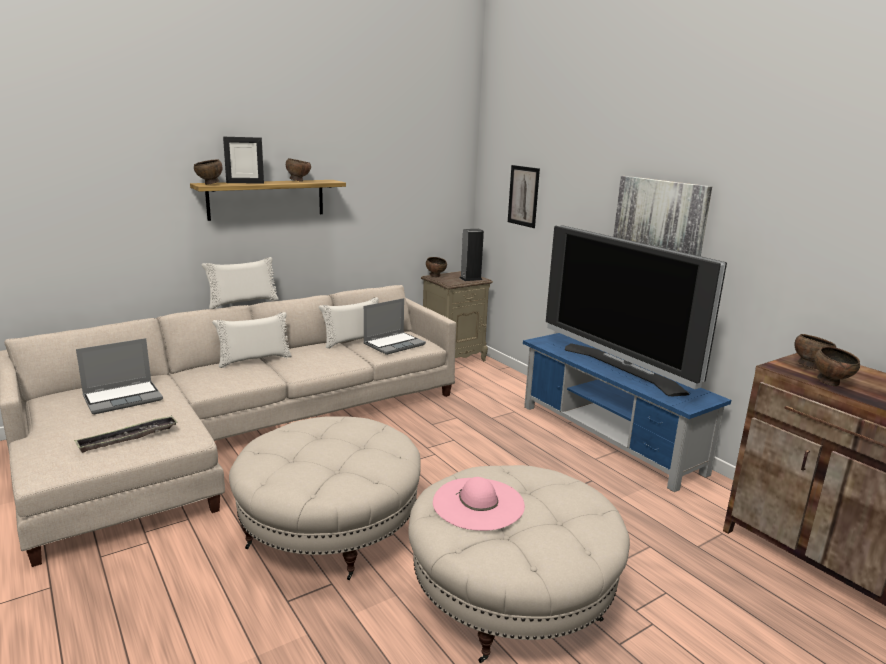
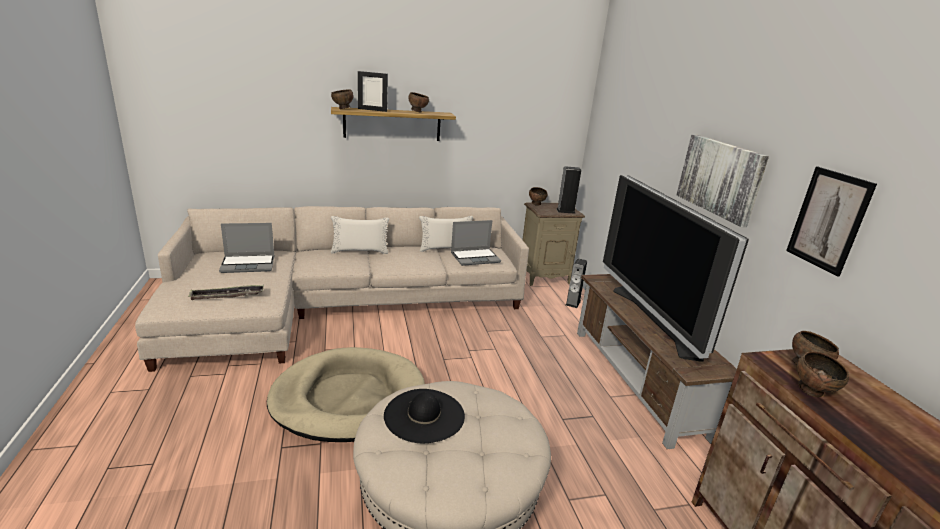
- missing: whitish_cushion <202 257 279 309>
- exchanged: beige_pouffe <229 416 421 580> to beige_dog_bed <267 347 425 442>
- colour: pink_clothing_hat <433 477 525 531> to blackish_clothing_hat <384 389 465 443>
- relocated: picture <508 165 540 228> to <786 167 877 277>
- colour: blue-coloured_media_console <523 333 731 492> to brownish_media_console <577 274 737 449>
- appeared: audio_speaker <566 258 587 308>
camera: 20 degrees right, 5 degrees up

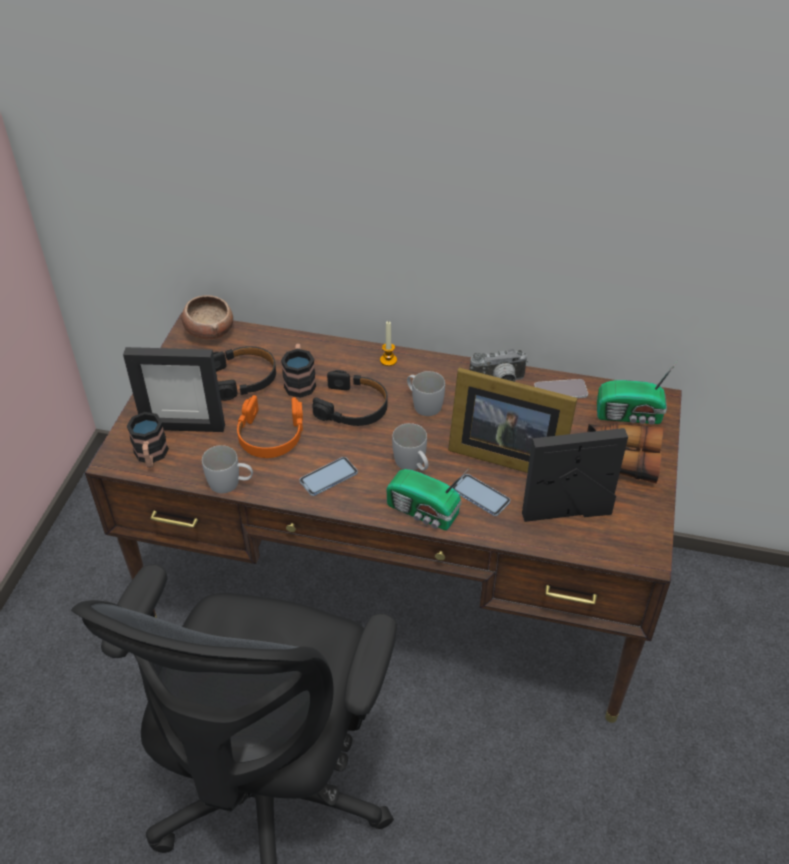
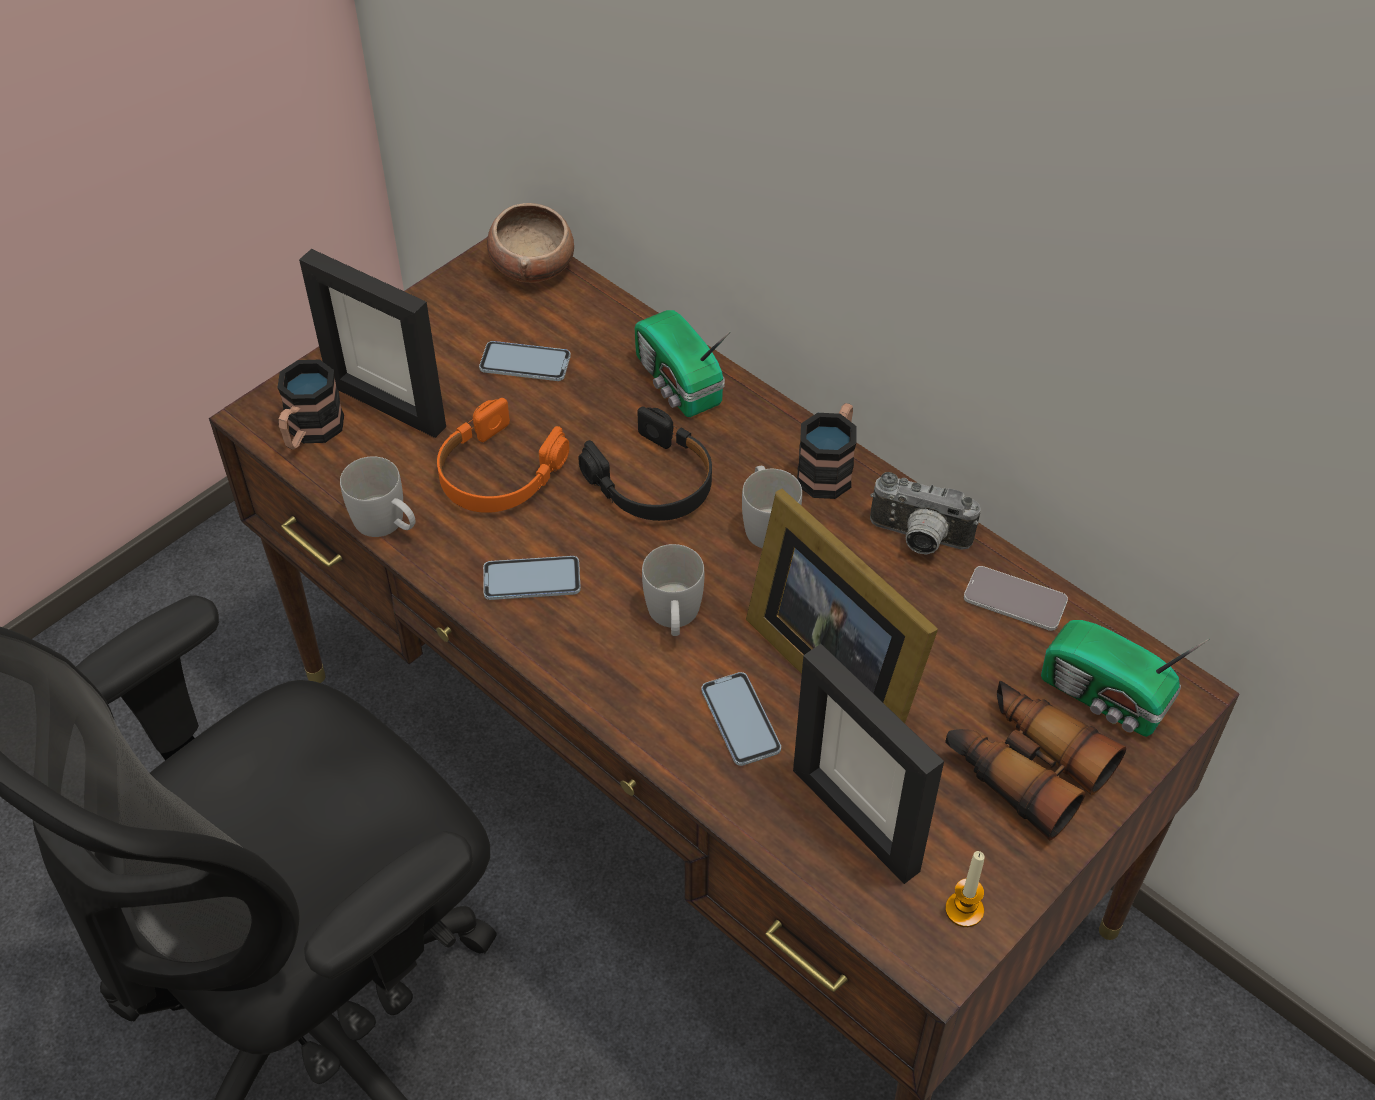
- exchanged: blackish_pair_of_headphones <213 346 276 401> to telephone <479 341 571 381>
- relocated: tea_mug <281 343 316 398> to <797 403 857 499>
- relocated: candle <380 321 397 366> to <945 851 985 927>
- relocated: radio_set <386 469 469 530> to <634 310 731 417>
- spun: standing_frame <522 428 628 522> = <793 644 944 884> 150 degrees counterclockwise
camera: 30 degrees right, 5 degrees up

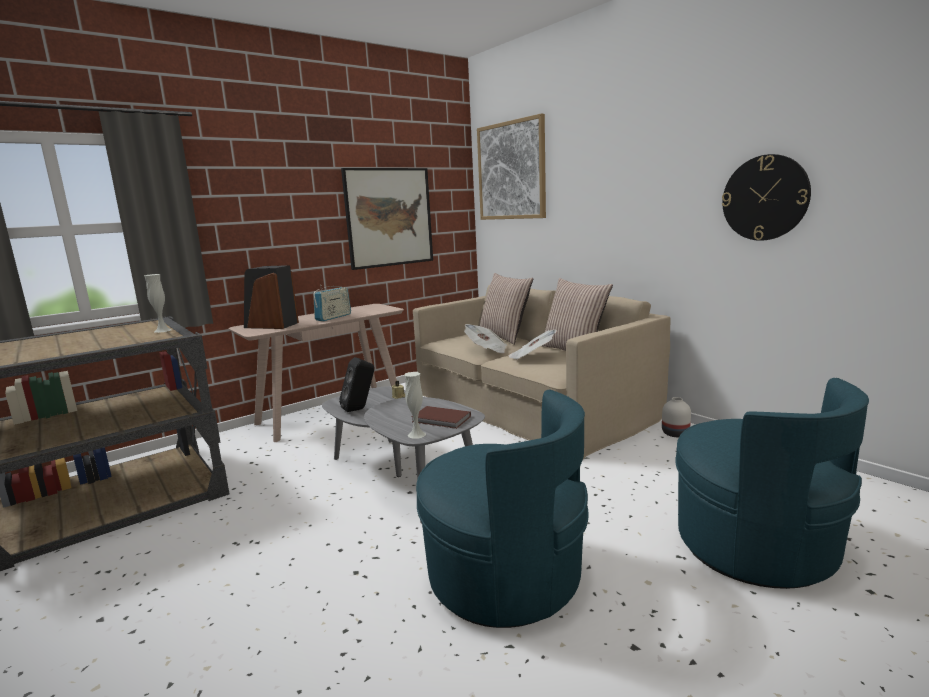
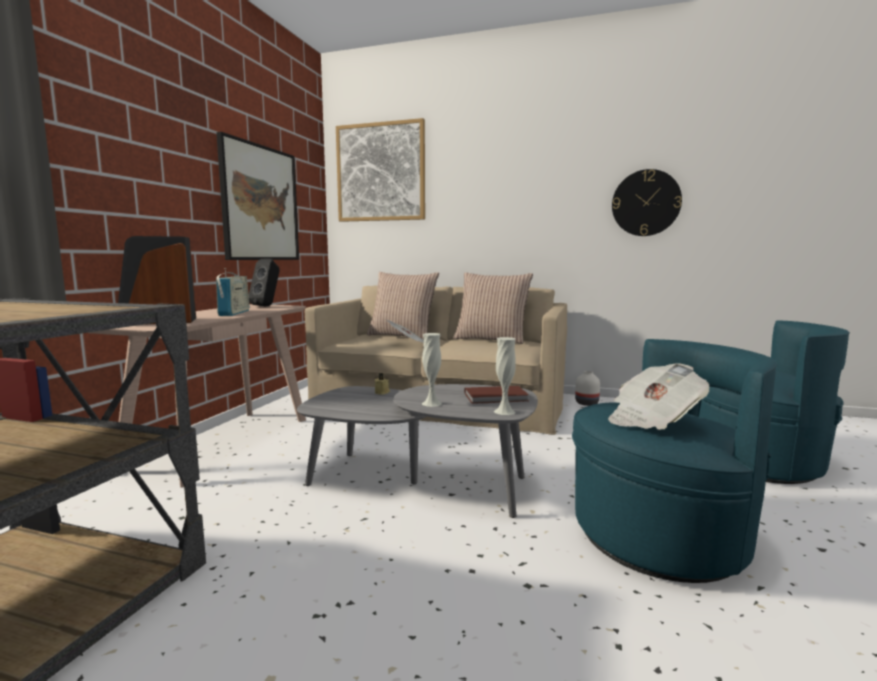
- relocated: whitish_decorative_vase <144 274 171 333> to <422 333 442 407>
- relocated: blackish_audio_speaker <339 357 374 412> to <249 258 280 306>
- relocated: printed_paper <509 329 557 360> to <608 363 710 430>
camera: 35 degrees left, 5 degrees down

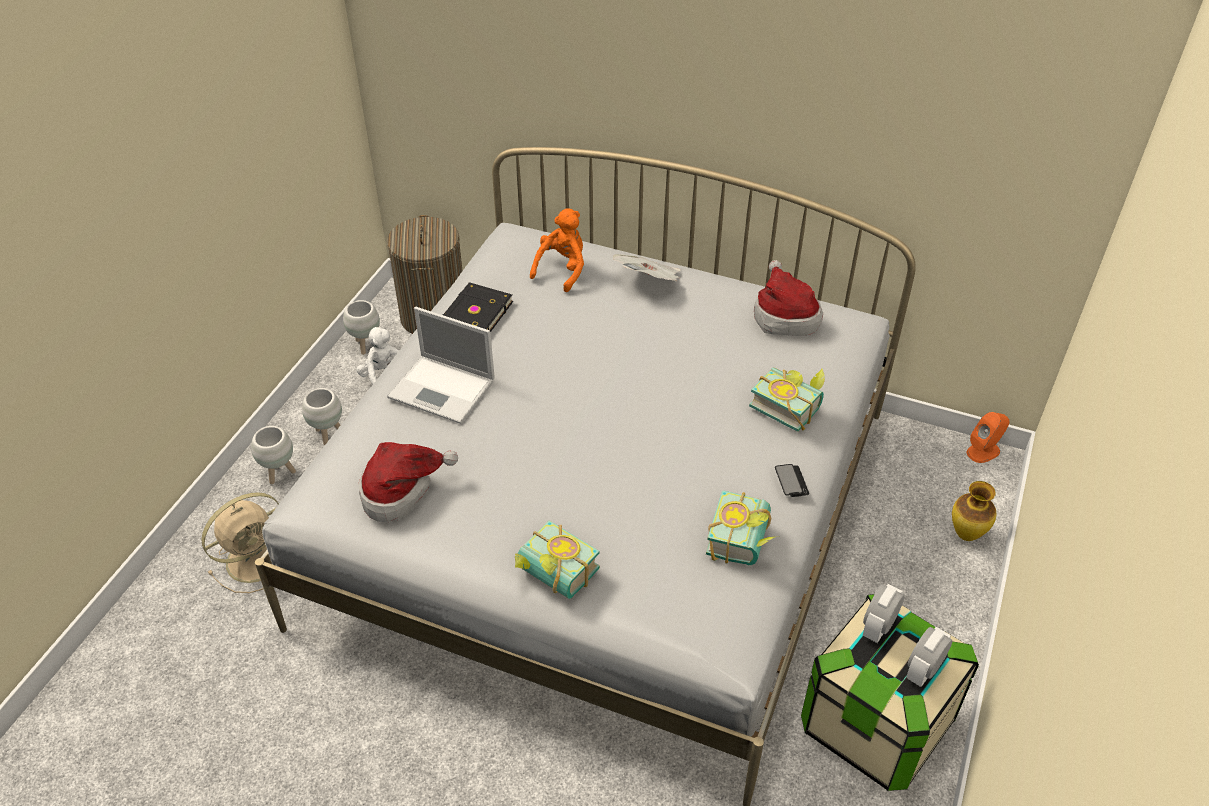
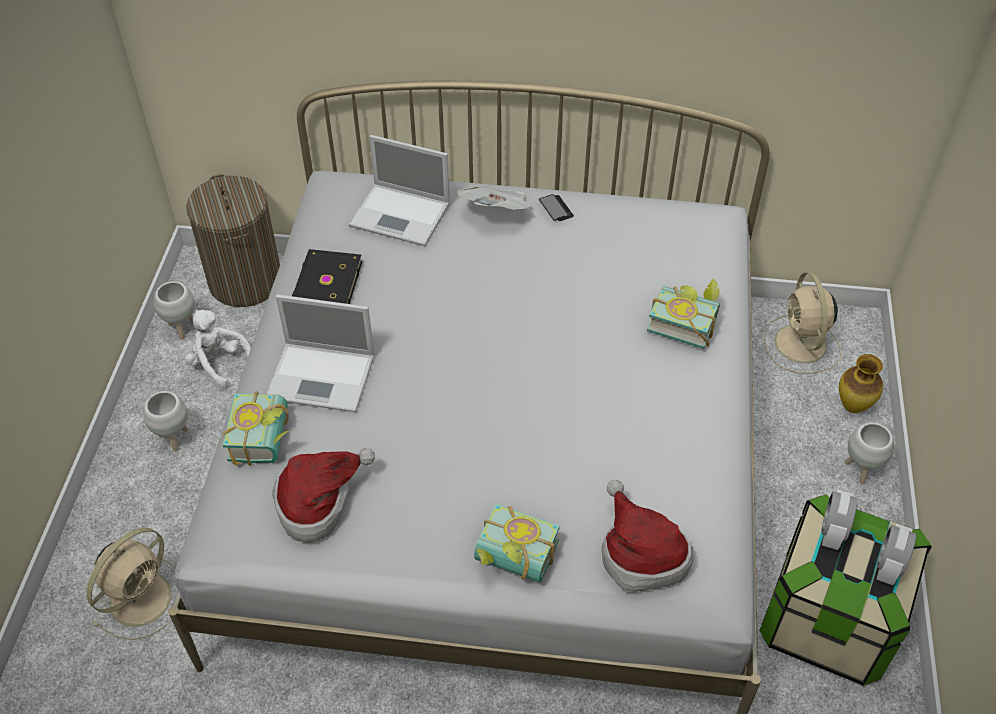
- relocated: whitish_plant_pot <251 426 296 484> to <845 422 894 484>
- exchanged: orange-coloured_plush_toy <530 208 584 292> to notebook_computer <349 135 450 246>
- relocated: book <706 490 775 565> to <223 391 290 466>
- relocated: clothing_hat <754 260 823 336> to <602 480 694 592>
- relocated: telephone <775 464 809 497> to <539 194 574 221>
- missing: orange-coloured_audio_speaker <966 412 1009 463>
- appeared: beige_fan <764 272 841 374>
camera: 15 degrees left, 5 degrees up

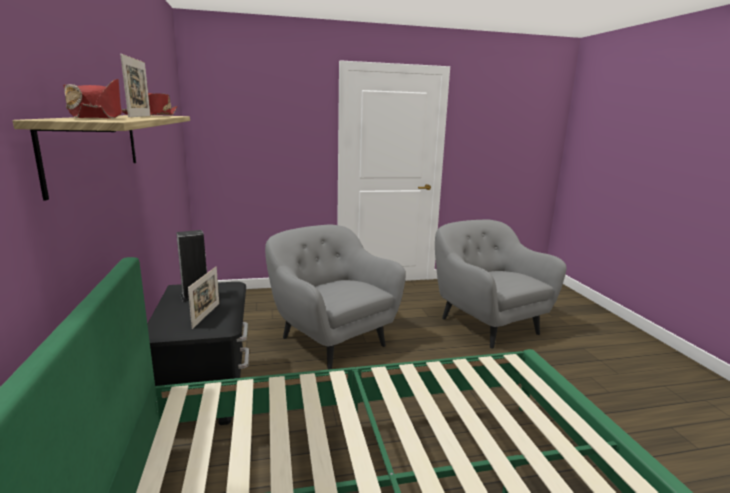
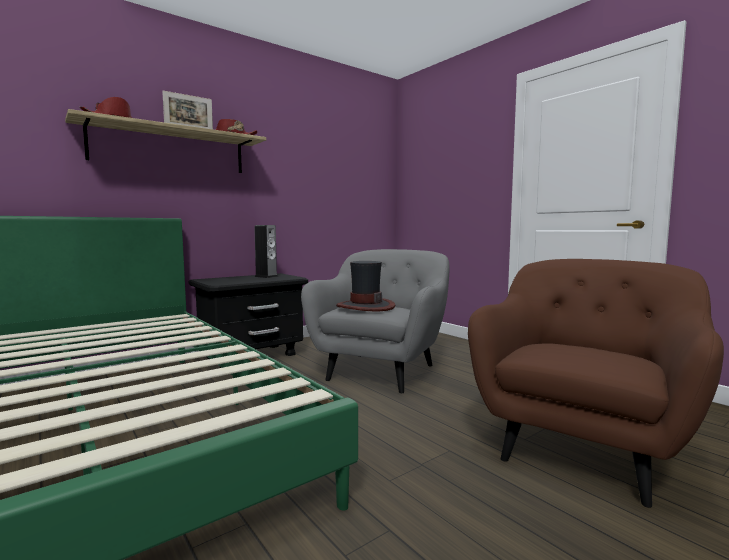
- missing: standing_frame <188 267 219 329>
- colour: gray_easy_chair <435 220 566 349> to brownish_easy_chair <468 259 724 508>
- appeared: clothing_hat <336 261 395 311>
camera: 65 degrees right, 10 degrees down

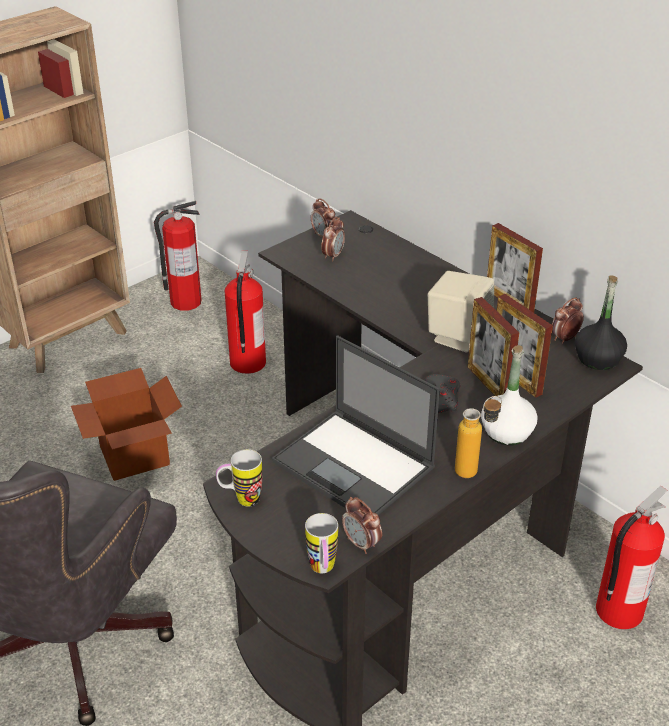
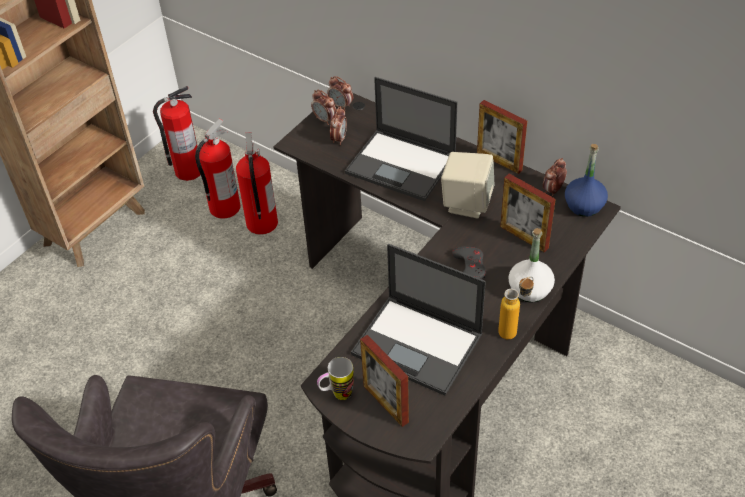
- missing: carton <71 368 182 481>
- missing: tea_mug <305 513 338 573>
- relocated: alarm_clock <342 497 382 554> to <327 76 353 111>
- relocated: standing_frame <468 297 519 396> to <360 335 409 427>
- colour: blackish_bottle <575 275 627 370> to blue-coloured_bottle <565 144 608 217>
- relocated: fire_extinguisher <596 486 667 629> to <195 118 241 219>
- appeared: notebook_computer <345 77 457 201>
camera: 10 degrees left, 10 degrees up

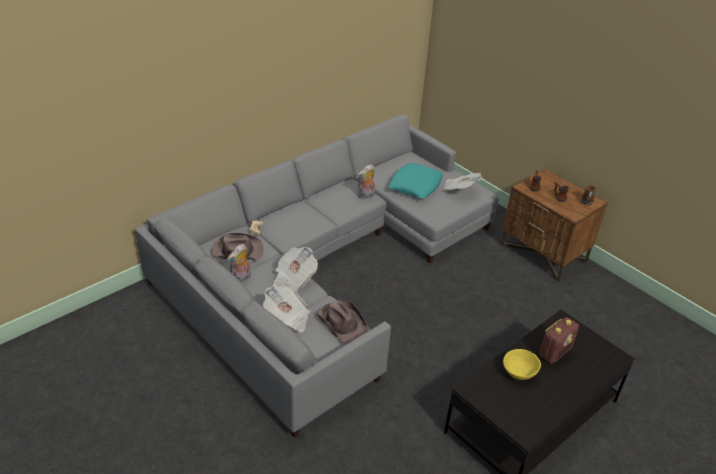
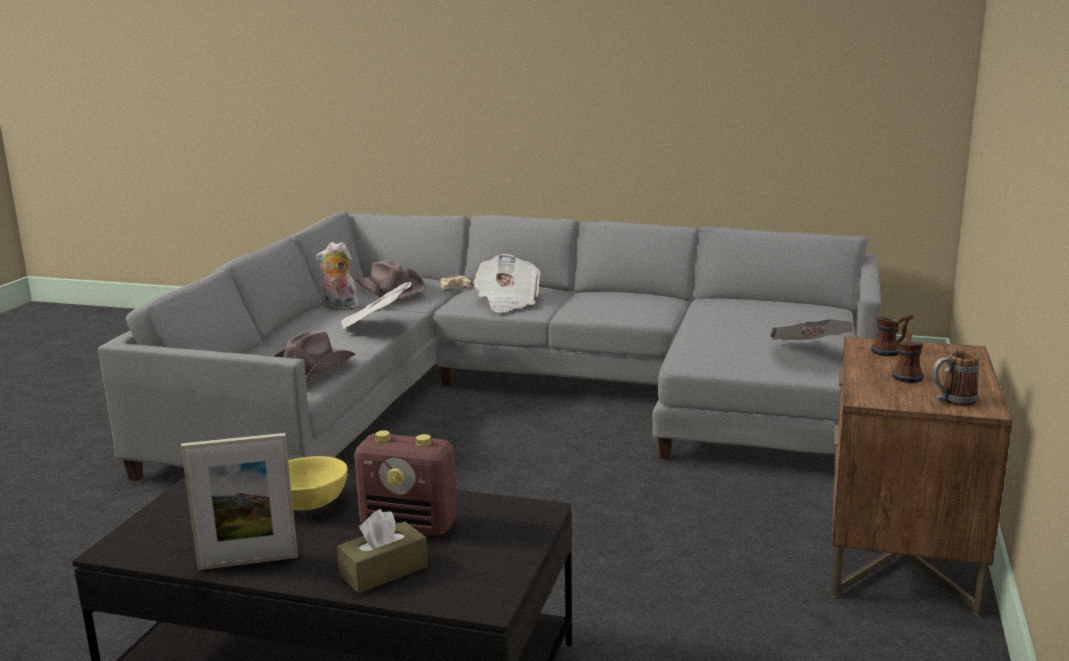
- relocated: printed_paper <263 286 311 332> to <473 254 541 313>
- missing: plush_toy <357 164 375 199>
- missing: turquoise_cushion <389 163 443 198>
- appeared: standing_frame <181 433 298 570>
- appeared: brownish_tissue_holder <337 509 428 593>
camera: 60 degrees right, 20 degrees down

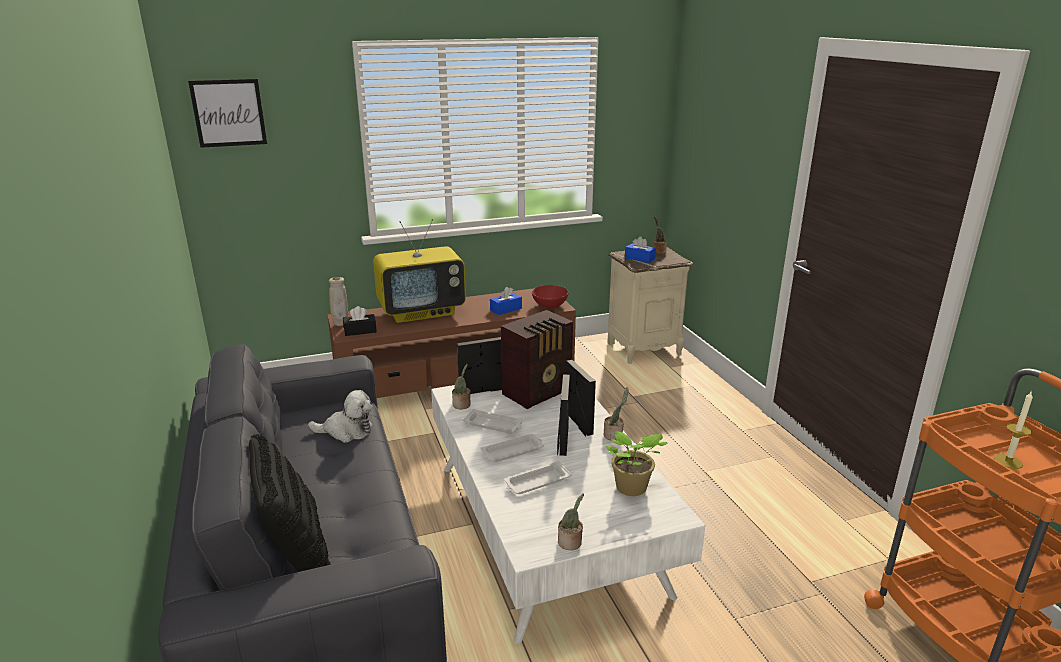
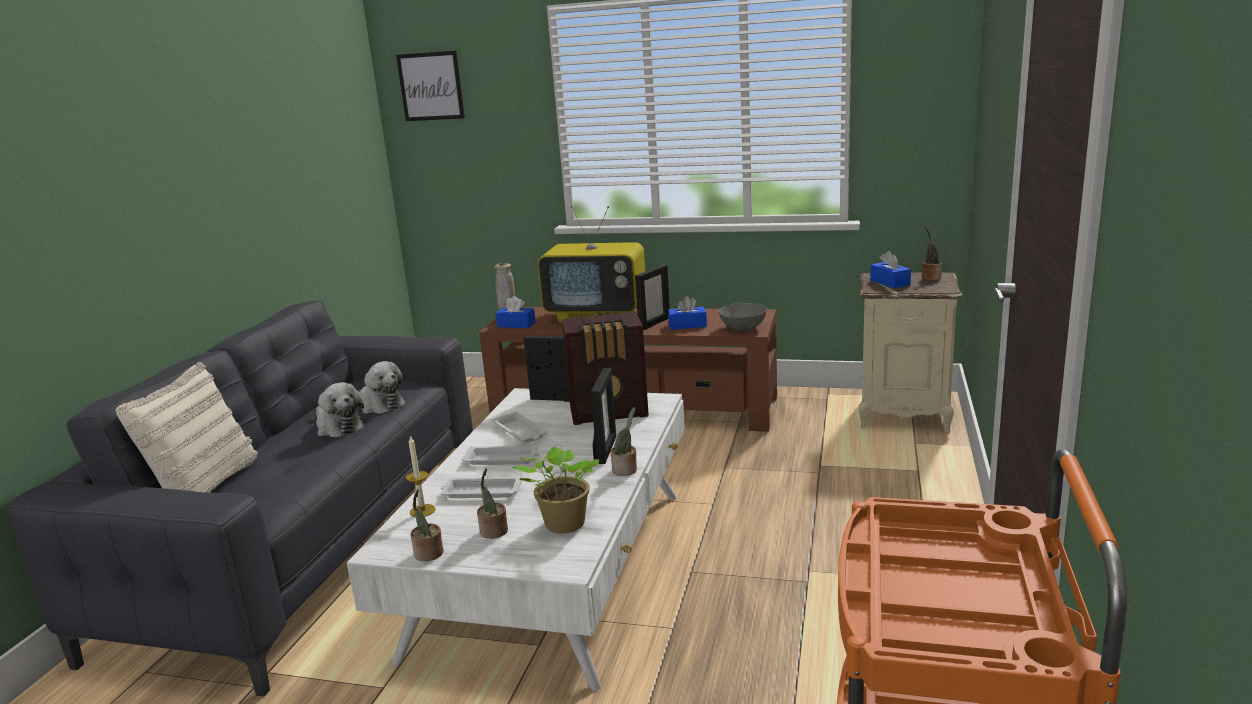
- colour: blackish_cushion <249 434 330 572> to beige_cushion <115 362 258 493>
- colour: blackish_tissue_holder <343 306 377 336> to blue-coloured_tissue_holder <495 296 536 328>
- relocated: plant_in_a_pot <452 364 470 409> to <477 468 508 539>
- colour: red-coloured_bowl <532 285 568 308> to gray_bowl <719 303 766 331>
- relocated: standing_frame <557 375 570 456> to <635 265 670 330>
- relocated: candle <994 390 1033 469> to <406 435 436 517>
- appeared: plush_toy <316 382 364 437>
camera: 35 degrees right, 5 degrees down

